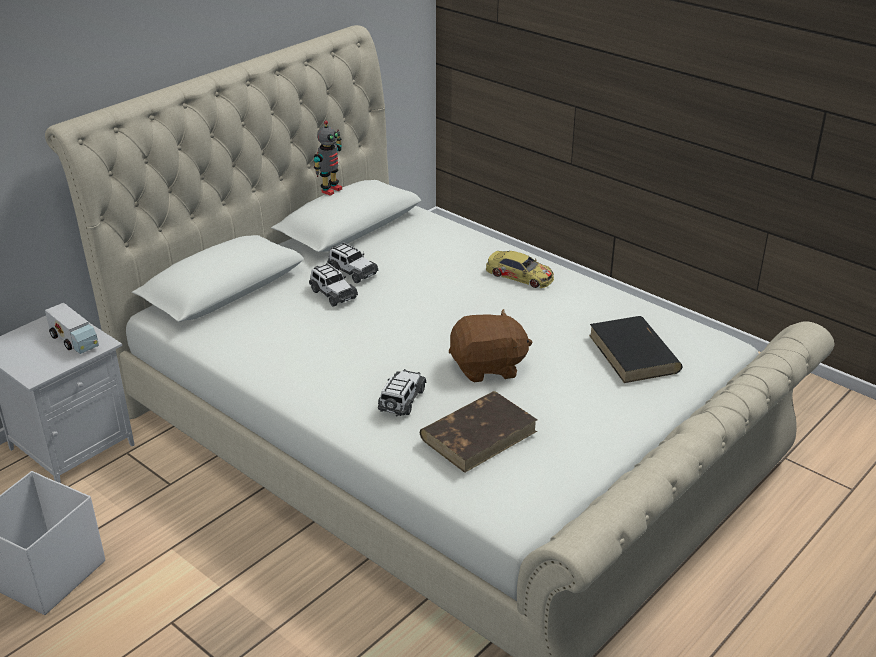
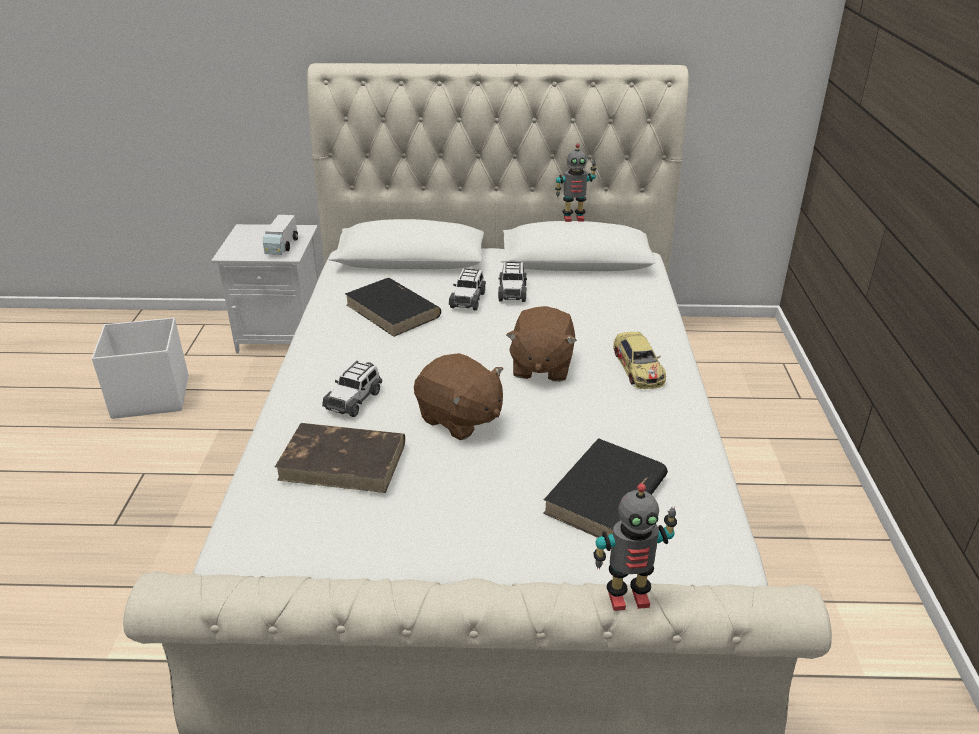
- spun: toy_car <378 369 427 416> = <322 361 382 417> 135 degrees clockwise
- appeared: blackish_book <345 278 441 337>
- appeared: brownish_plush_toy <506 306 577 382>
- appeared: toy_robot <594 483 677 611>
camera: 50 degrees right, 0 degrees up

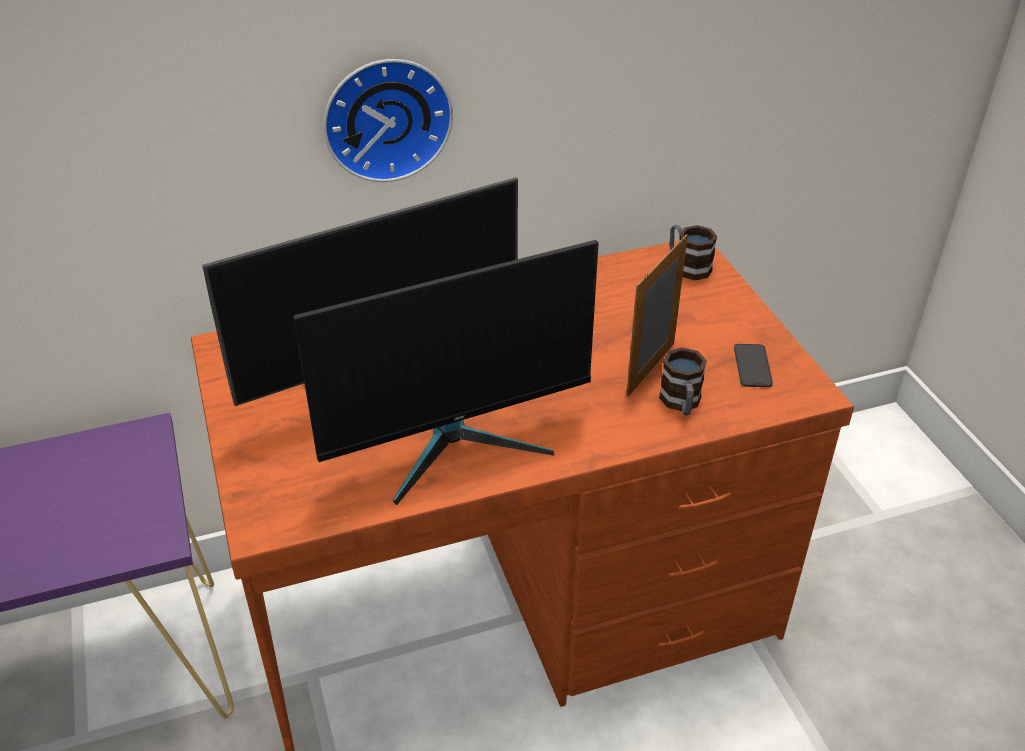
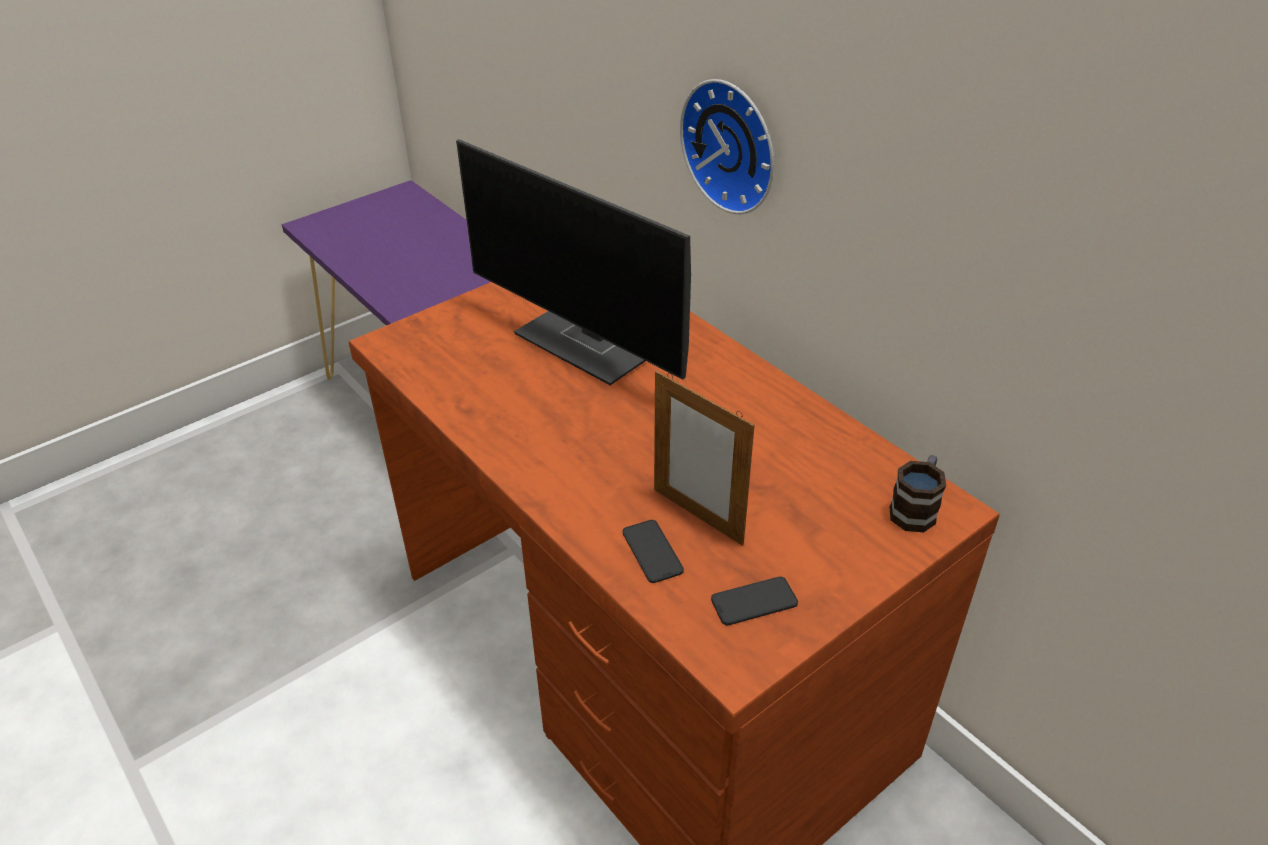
- missing: computer_display <293 240 599 505>
- spun: standing_frame <626 234 688 397> = <654 371 755 546> 150 degrees counterclockwise
- exchanged: tea_mug <659 347 707 415> to telephone <623 520 684 583>
camera: 70 degrees right, 0 degrees up

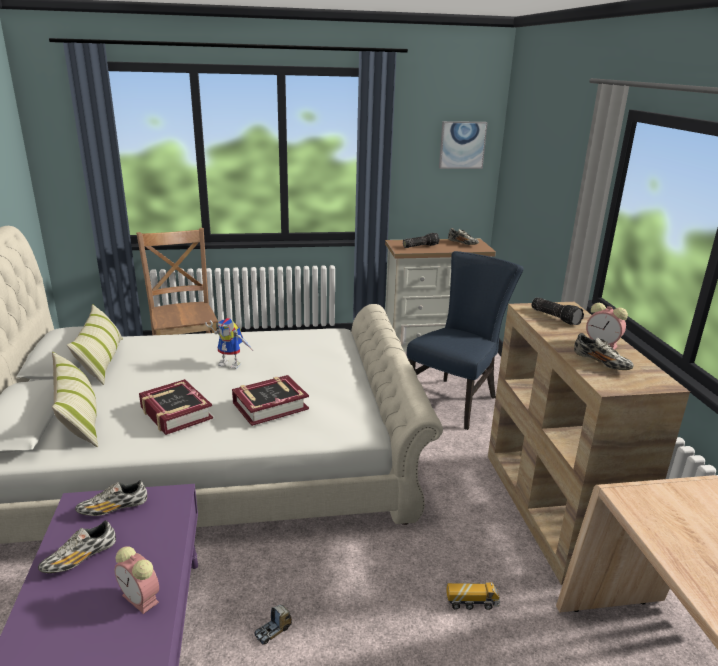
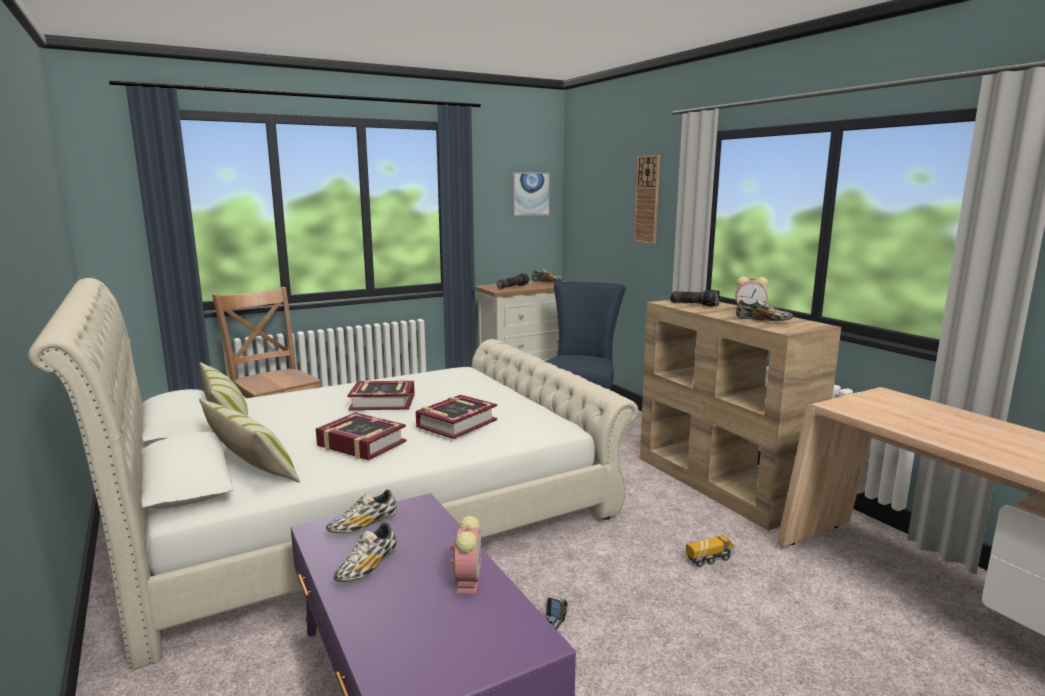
- spun: alarm_clock <115 547 159 614> = <450 516 481 594> 105 degrees counterclockwise
- exchanged: toy_robot <205 318 252 369> to book <347 380 415 410>
- appeared: wall_clock <634 155 660 244>
camera: 20 degrees left, 10 degrees down

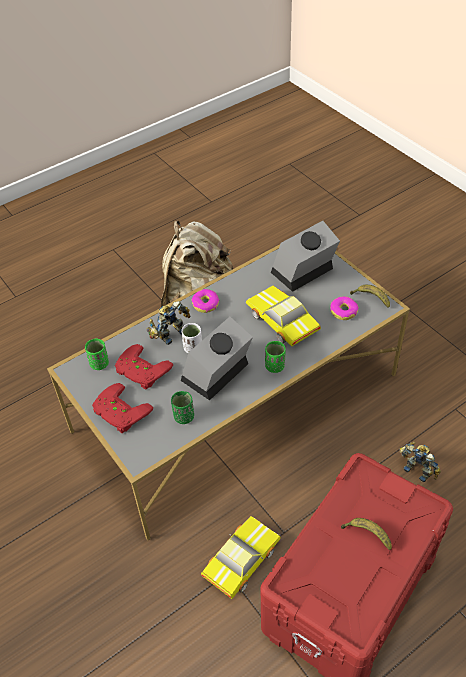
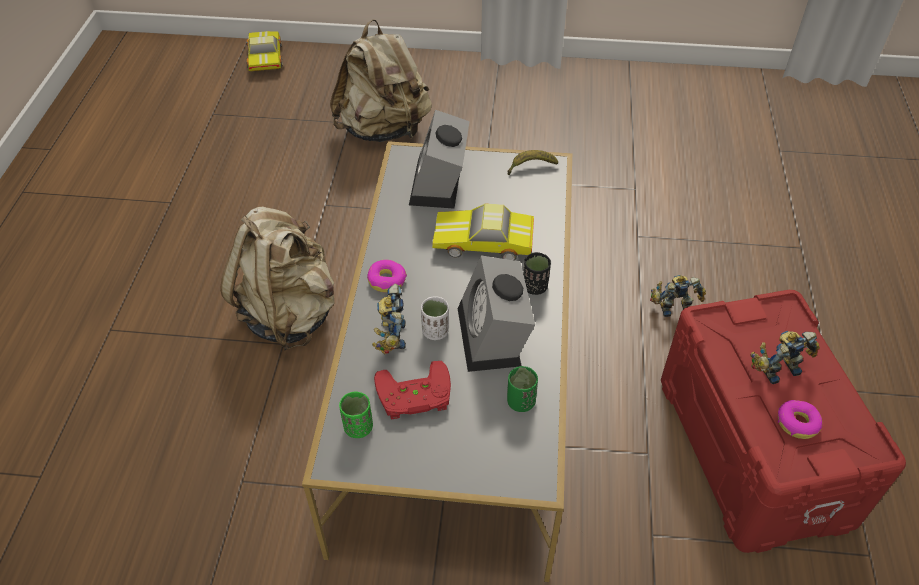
- missing: red-coloured_game_controller <92 383 153 433>
- relocated: toy_car <201 516 281 599> to <246 31 283 71>
- colour: greenish_small_cup <265 341 286 373> to blackish_small_cup <523 252 551 295>
- relocated: ring_doughnut <330 296 359 320> to <778 400 822 439>
- exchanged: banana_fruit <341 518 392 550> to toy_robot <751 331 820 384>
- appeared: beige_rucksack <330 19 432 142>
camera: 50 degrees left, 0 degrees up

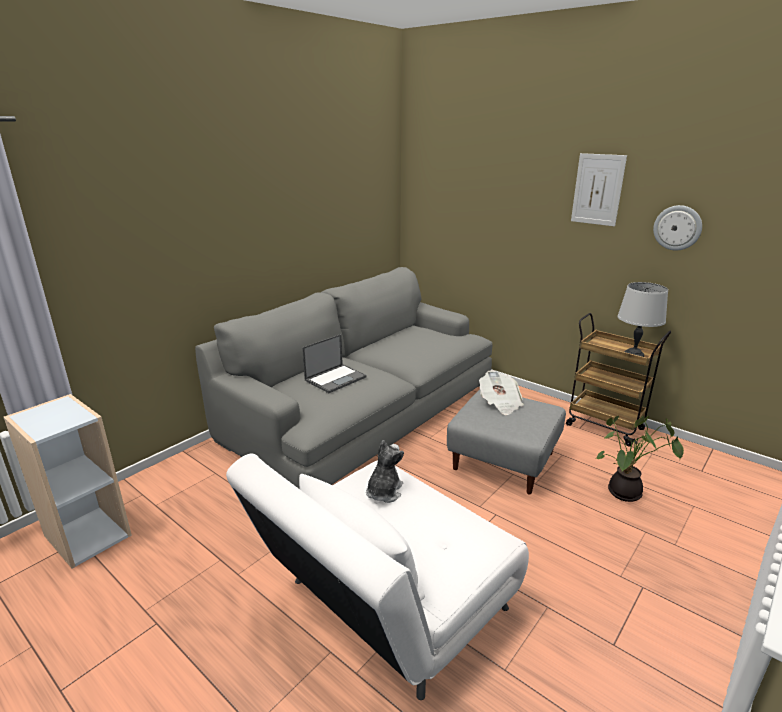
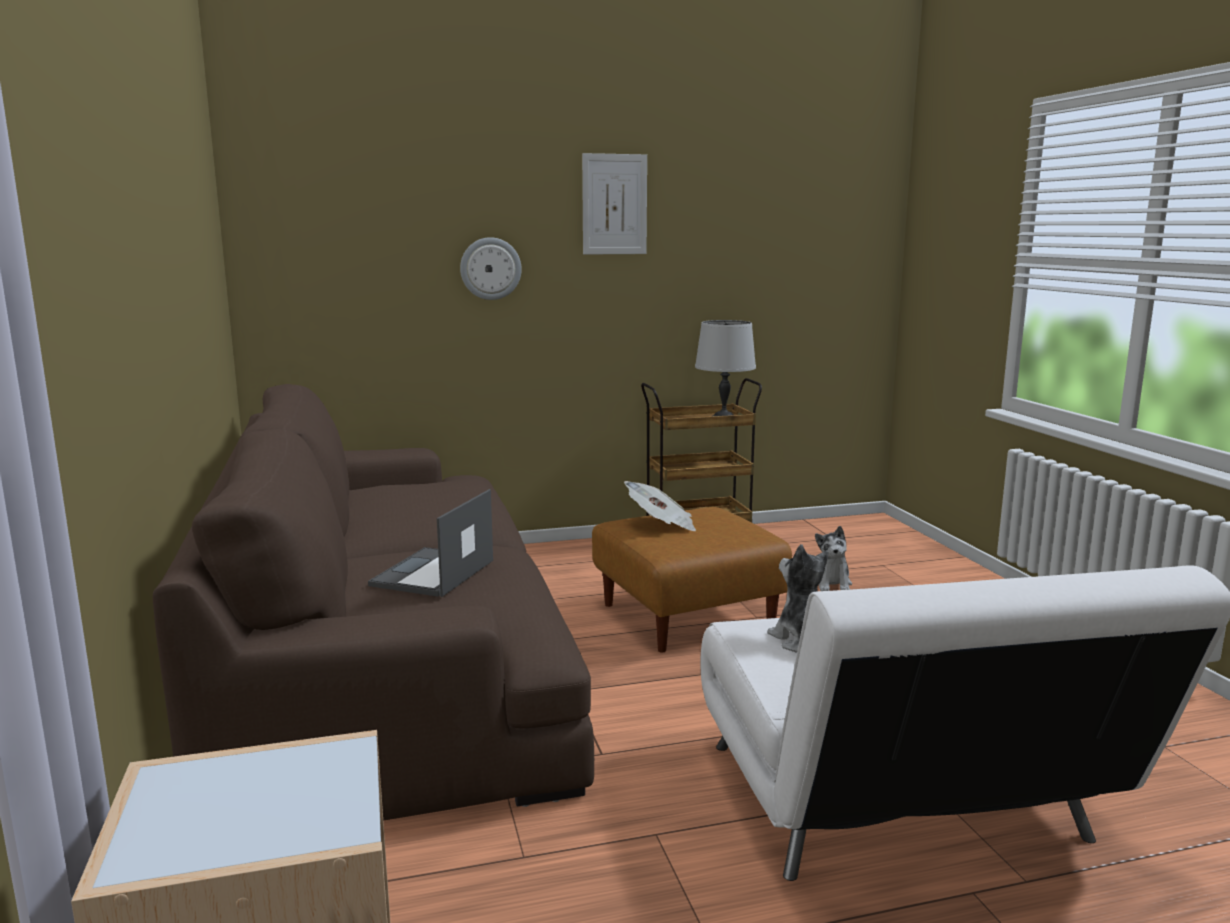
- colour: gray_sofa <195 267 492 488> to brownish_sofa <153 384 594 821>
- spun: notebook_computer <302 334 367 393> = <368 489 493 597> 150 degrees counterclockwise
- colour: gray_pouffe <447 389 566 495> to brownish_pouffe <592 507 792 653>
- exchanged: plant_in_a_pot <596 416 684 502> to plush_toy <815 526 852 591>
- relocated: wall_clock <653 205 702 250> to <460 237 522 300>
camera: 55 degrees left, 10 degrees down

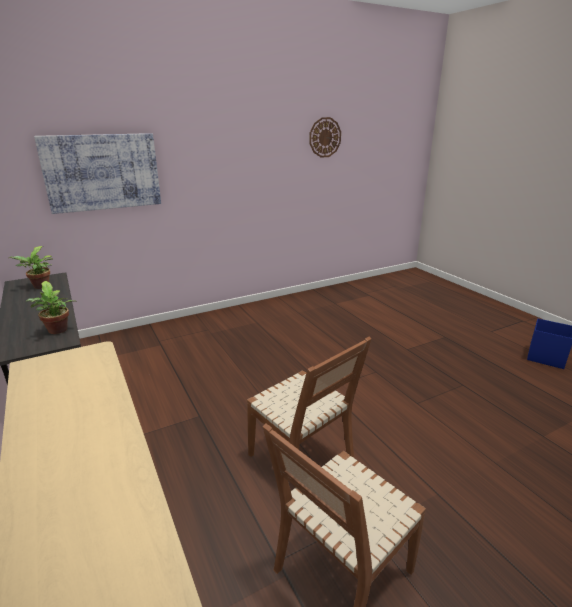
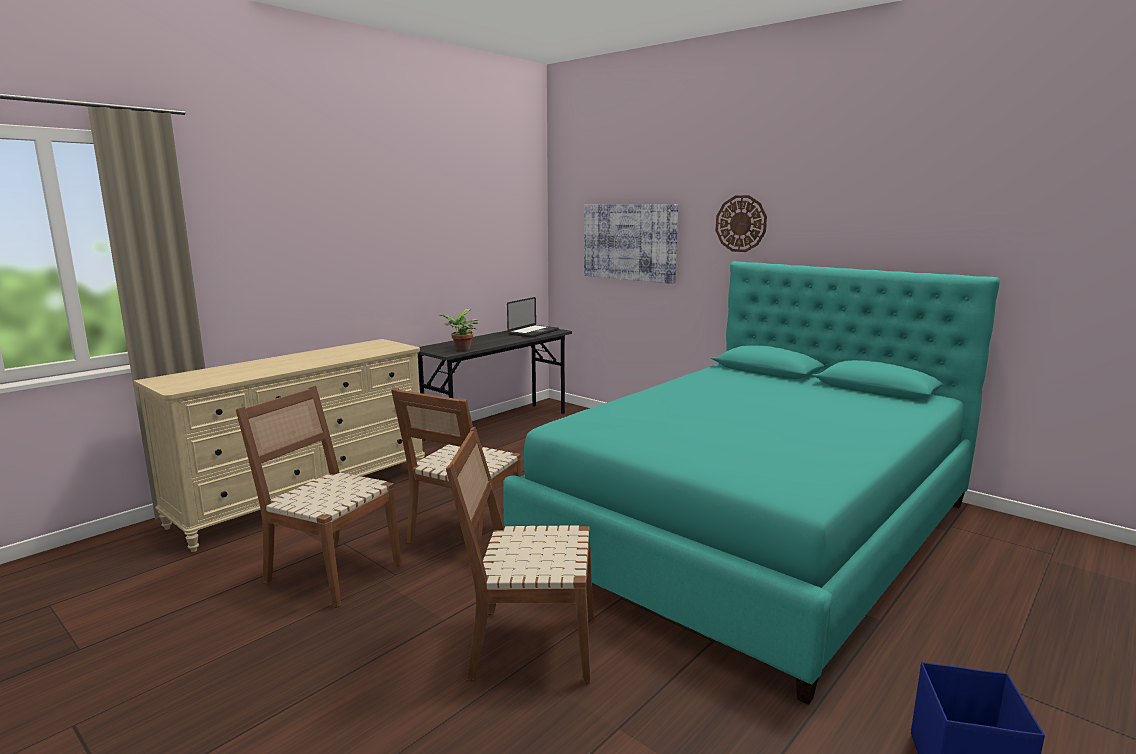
- exchanged: plant_in_a_pot <9 246 53 289> to notebook_computer <507 297 559 337>
- relocated: wall_clock <309 117 341 158> to <716 195 767 252>
- appeared: plain_chair <446 427 593 684>
- appeared: turquoise_bed <503 261 1000 705>
camera: 70 degrees right, 10 degrees down

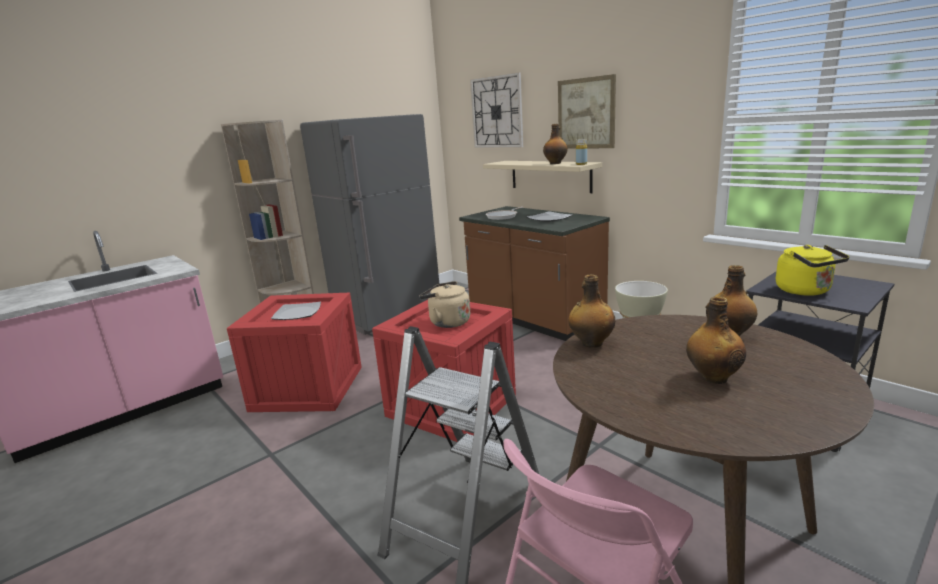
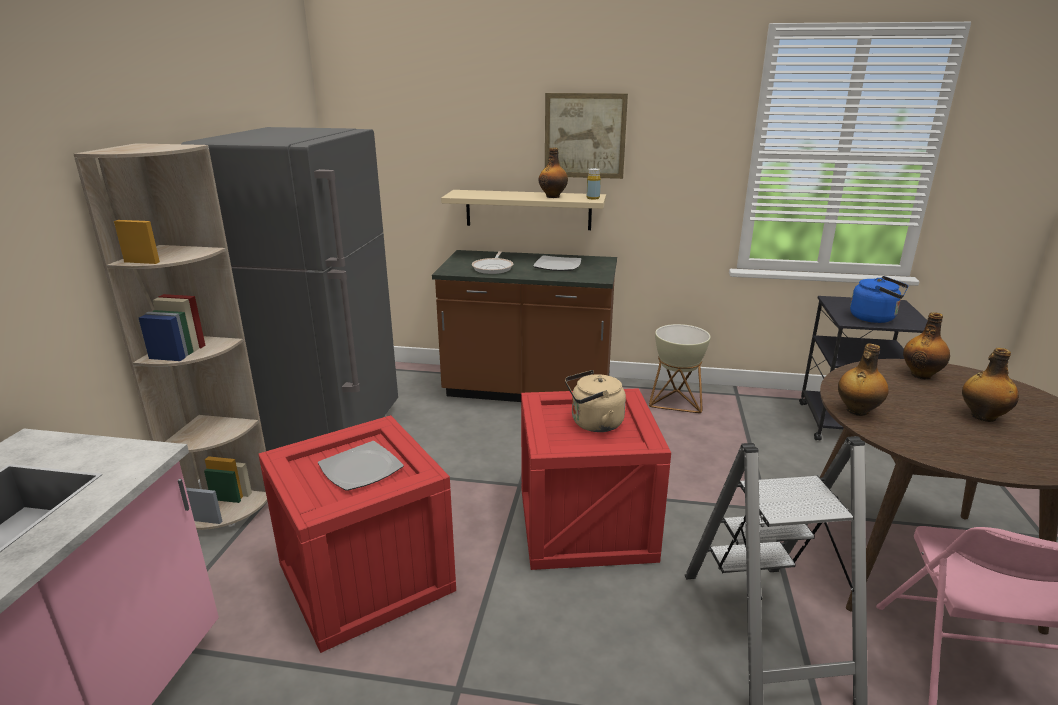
- missing: wall_clock <470 72 523 148>
- colour: yellowish_tea_kettle <776 245 849 296> to blue-coloured_tea_kettle <850 276 908 323>
camera: 40 degrees left, 5 degrees up

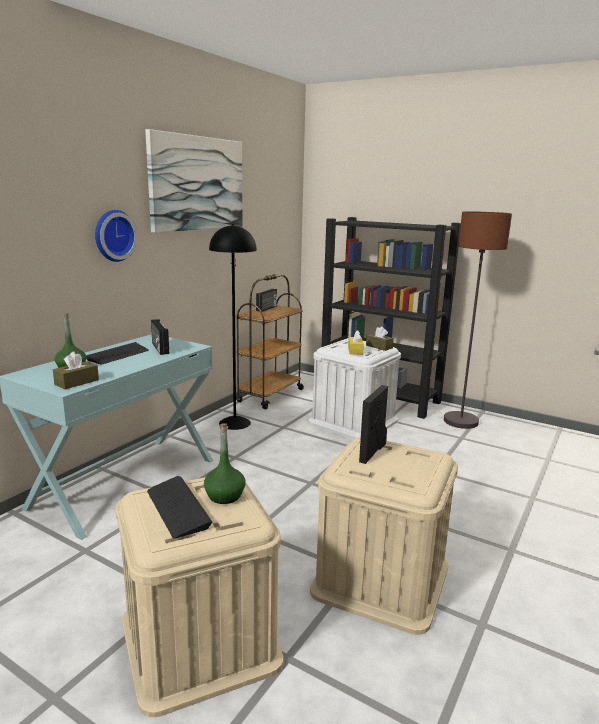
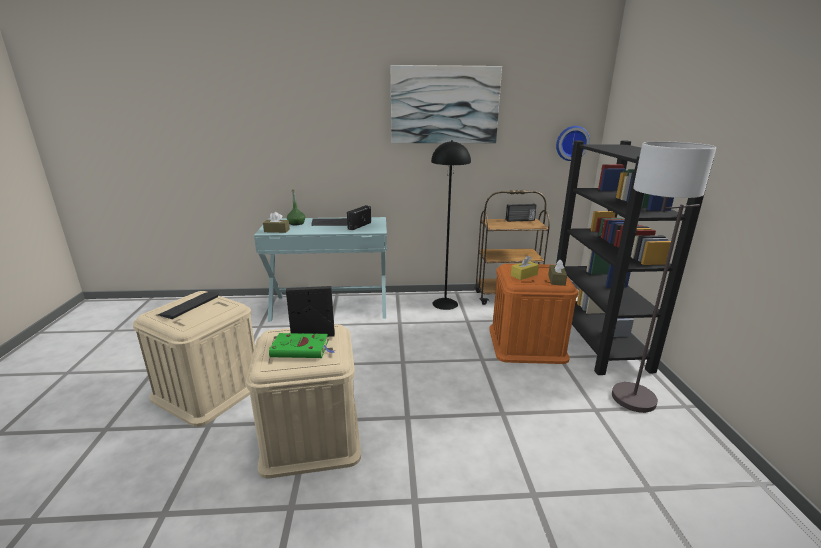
- relocated: wall_clock <95 210 138 262> to <556 126 590 161>
- missing: greenish_bottle <204 423 246 504>
- colour: whitish_storage_container <309 338 401 439> to orange-coloured_storage_container <489 264 578 364>
- colour: brownish_floor_lamp <444 211 512 429> to whitish_floor_lamp <612 141 716 413>
- appeared: greenish_book <269 333 334 358>
camera: 55 degrees right, 5 degrees up

